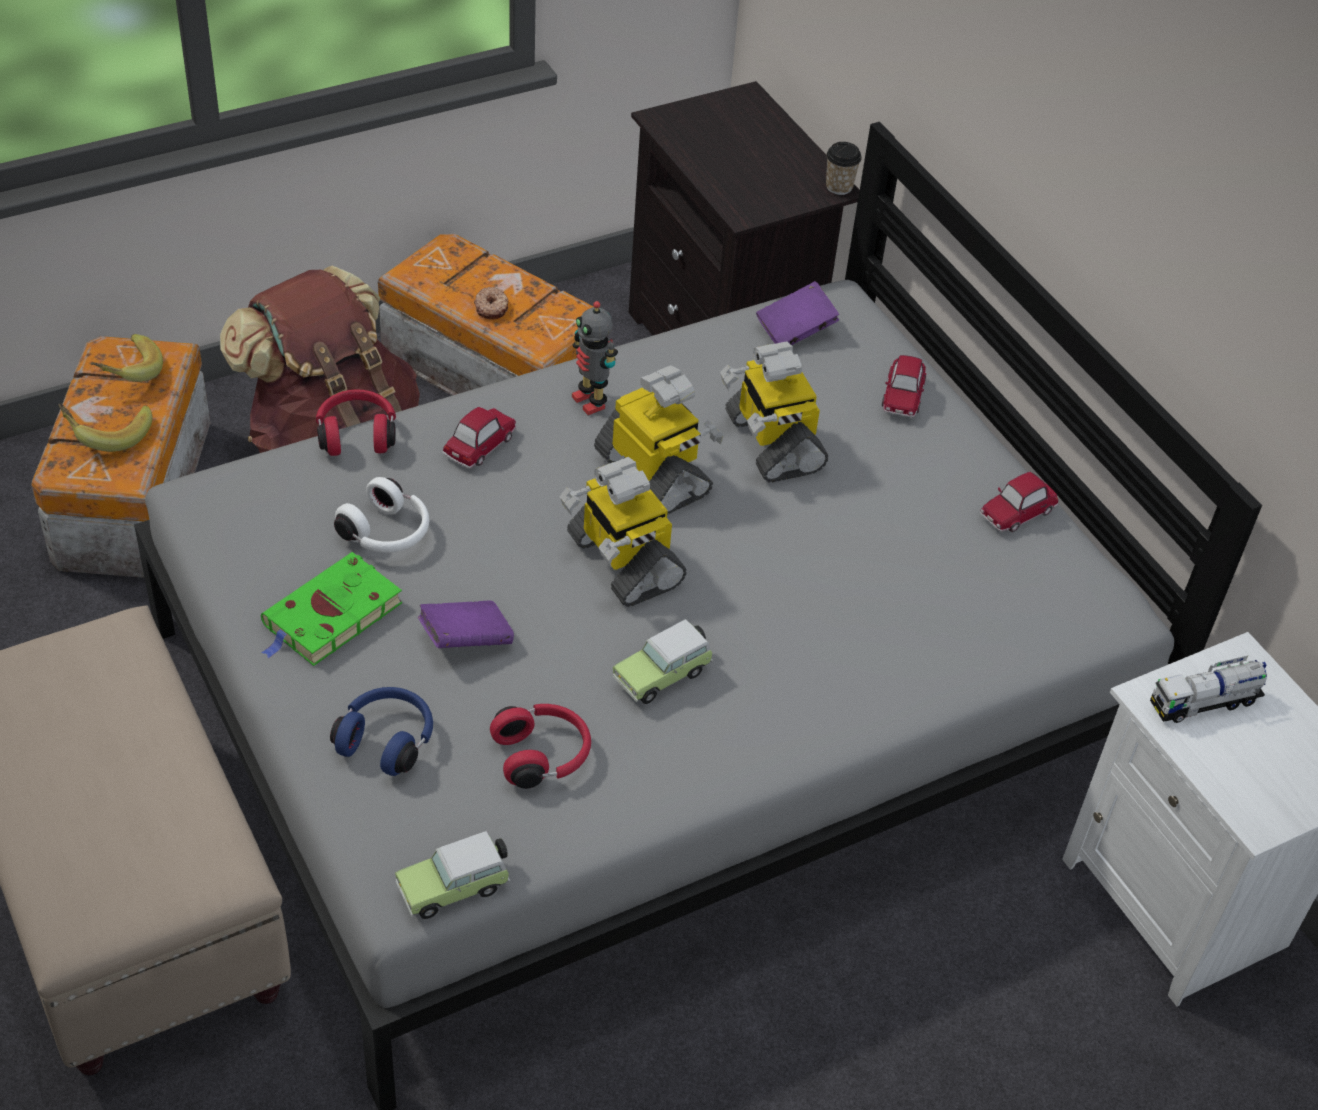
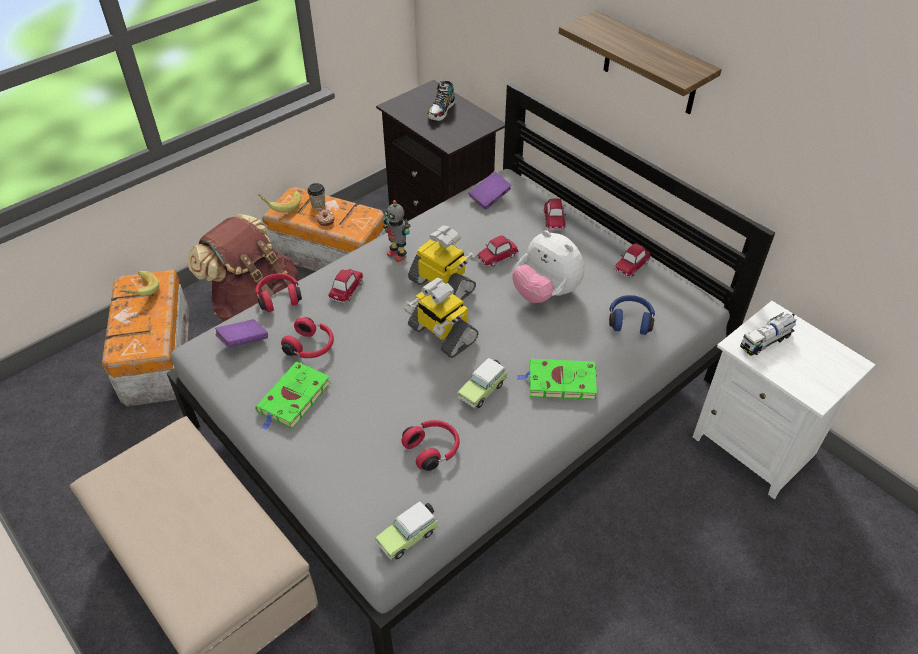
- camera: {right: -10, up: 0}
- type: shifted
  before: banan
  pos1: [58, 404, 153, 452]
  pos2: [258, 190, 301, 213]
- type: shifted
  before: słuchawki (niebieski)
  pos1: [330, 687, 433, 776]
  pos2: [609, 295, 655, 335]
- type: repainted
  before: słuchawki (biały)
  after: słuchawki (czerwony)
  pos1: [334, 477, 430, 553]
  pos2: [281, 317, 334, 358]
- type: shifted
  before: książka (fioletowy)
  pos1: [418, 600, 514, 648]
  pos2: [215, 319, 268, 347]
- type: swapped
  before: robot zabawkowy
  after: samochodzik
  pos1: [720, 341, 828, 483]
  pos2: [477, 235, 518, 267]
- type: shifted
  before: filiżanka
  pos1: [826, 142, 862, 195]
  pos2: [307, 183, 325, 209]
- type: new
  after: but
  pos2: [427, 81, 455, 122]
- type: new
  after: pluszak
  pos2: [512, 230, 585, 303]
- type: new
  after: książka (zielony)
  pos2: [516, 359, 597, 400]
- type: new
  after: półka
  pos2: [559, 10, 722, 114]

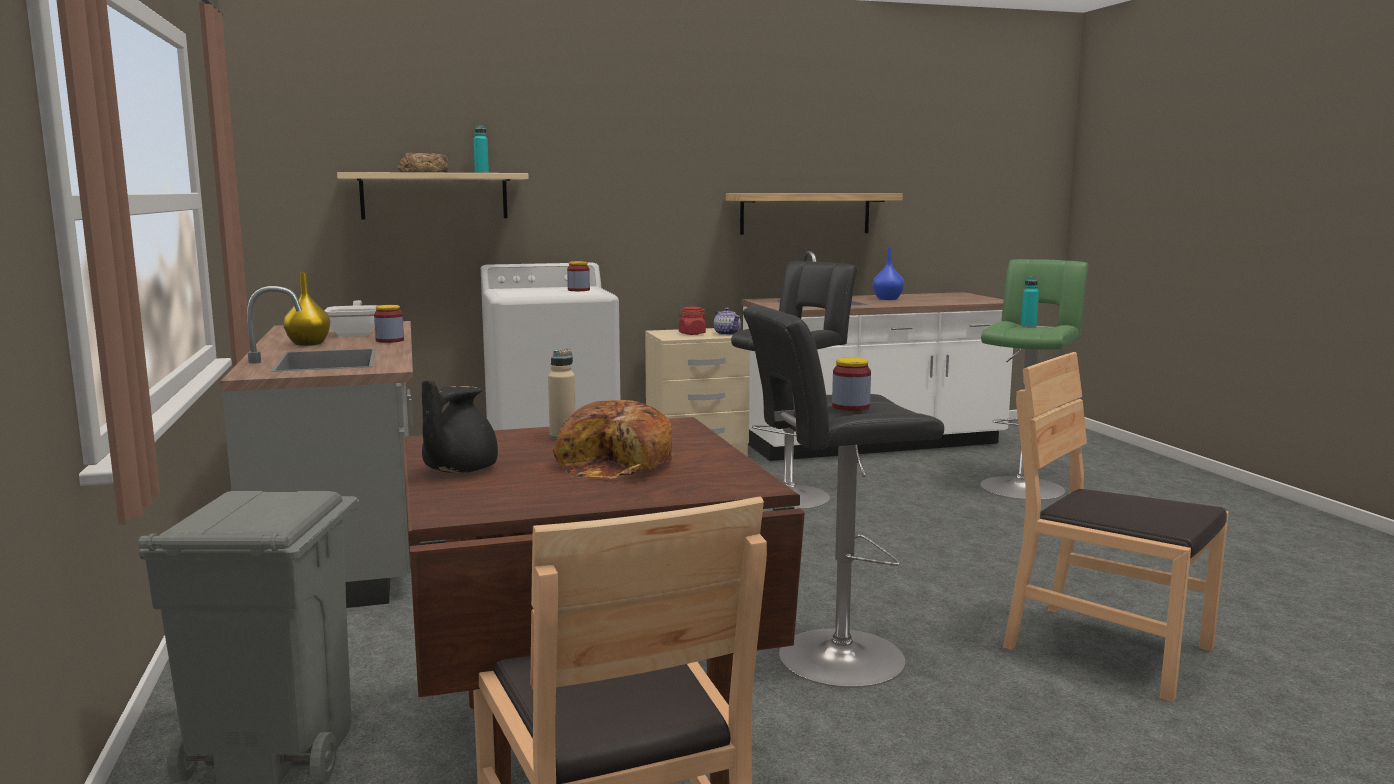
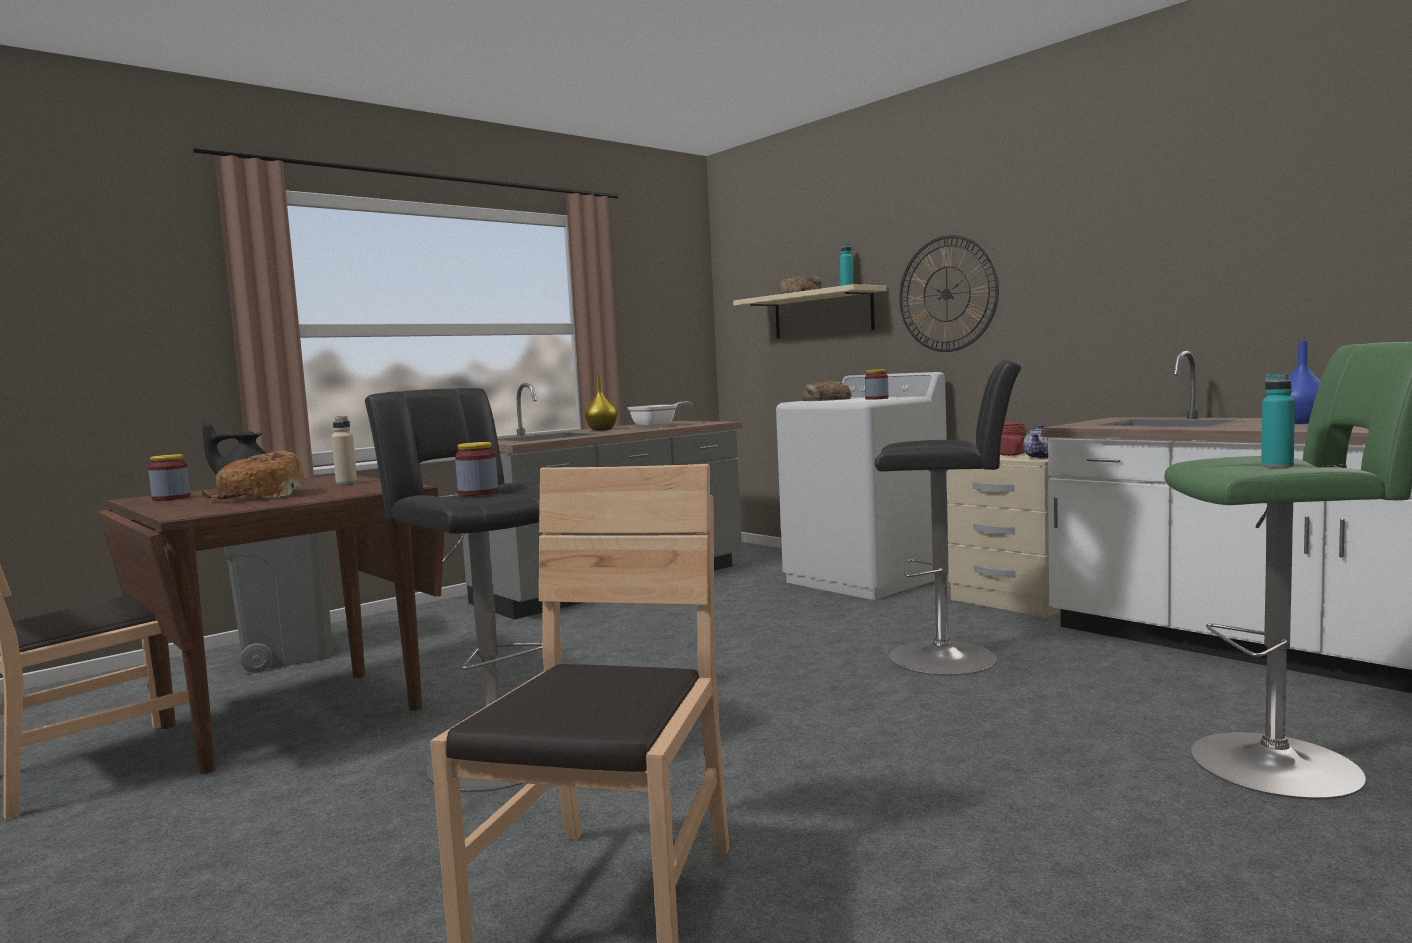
- camera: {right: 65, up: -5}
- type: shifted
  before: słoik
  pos1: [374, 305, 404, 343]
  pos2: [148, 454, 191, 501]
- type: gone
  before: półka
  pos1: [726, 193, 903, 235]
- type: new
  after: chleb
  pos2: [802, 381, 852, 401]
- type: new
  after: zegar ścienny
  pos2: [899, 235, 999, 352]

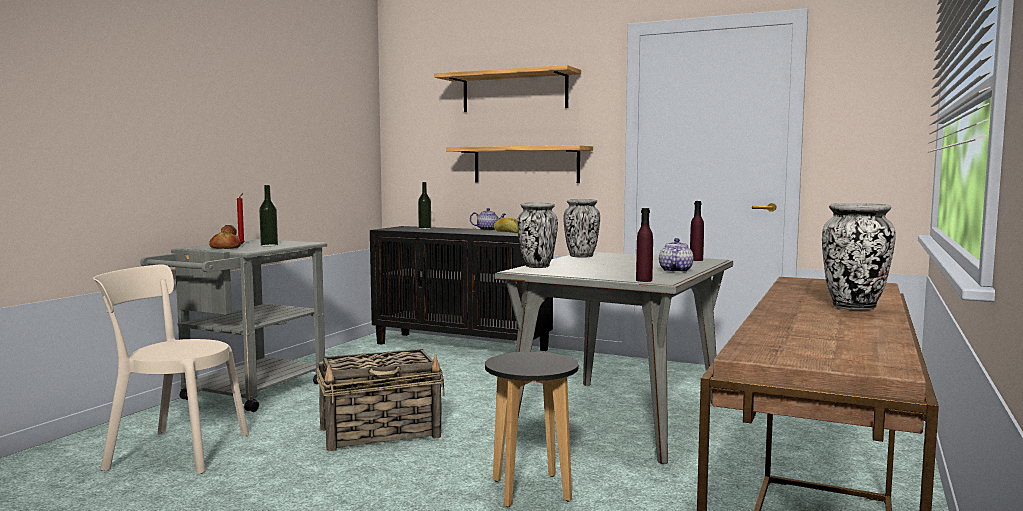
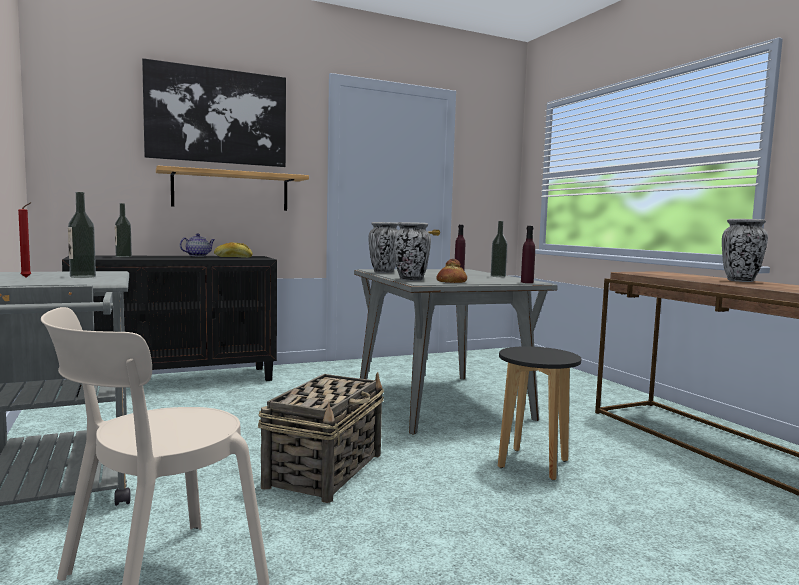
- camera: {right: -50, up: 0}
- type: shifted
  before: chleb
  pos1: [209, 225, 241, 249]
  pos2: [436, 259, 467, 283]
- type: swapped
  before: półka
  after: obraz
  pos1: [434, 65, 581, 112]
  pos2: [142, 58, 286, 167]
- type: swapped
  before: imbryk
  after: butelka
  pos1: [659, 238, 693, 273]
  pos2: [491, 221, 507, 277]

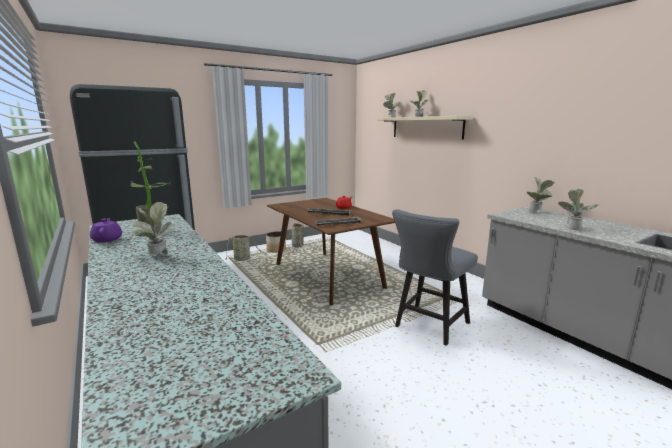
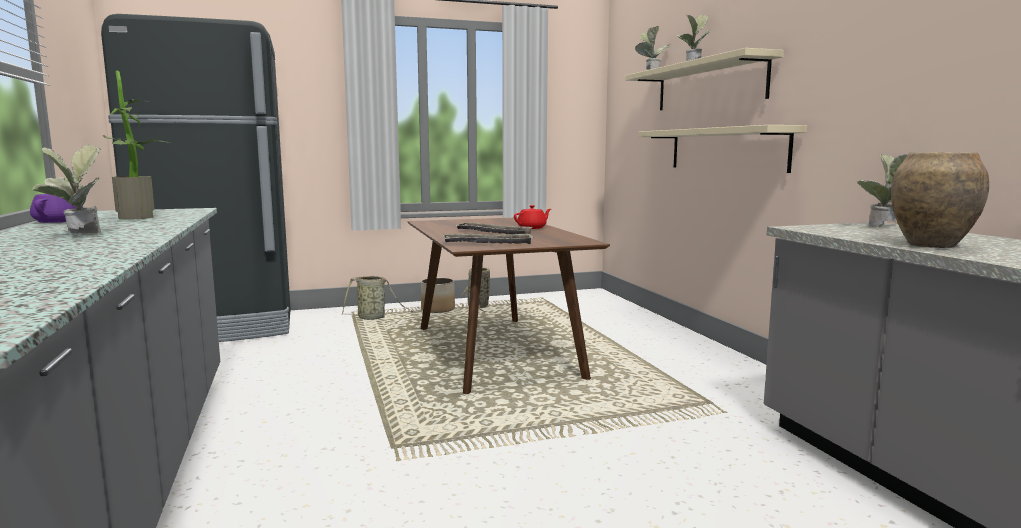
- camera: {right: 15, up: -5}
- type: gone
  before: krzesło (szary)
  pos1: [392, 209, 478, 346]
- type: swapped
  before: roślina doniczkowa
  after: wazon (brązowy)
  pos1: [558, 188, 599, 230]
  pos2: [891, 152, 989, 248]
- type: new
  after: półka (beżowy)
  pos2: [638, 125, 807, 173]

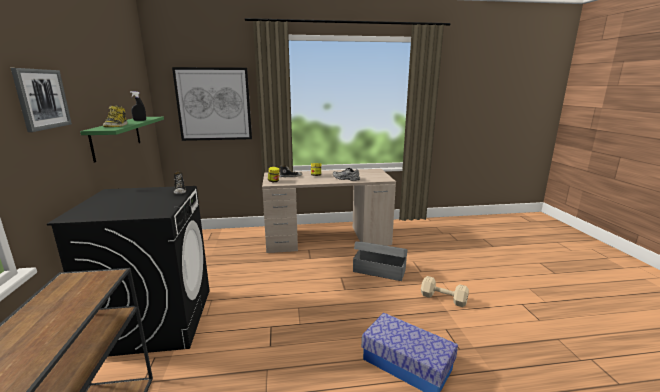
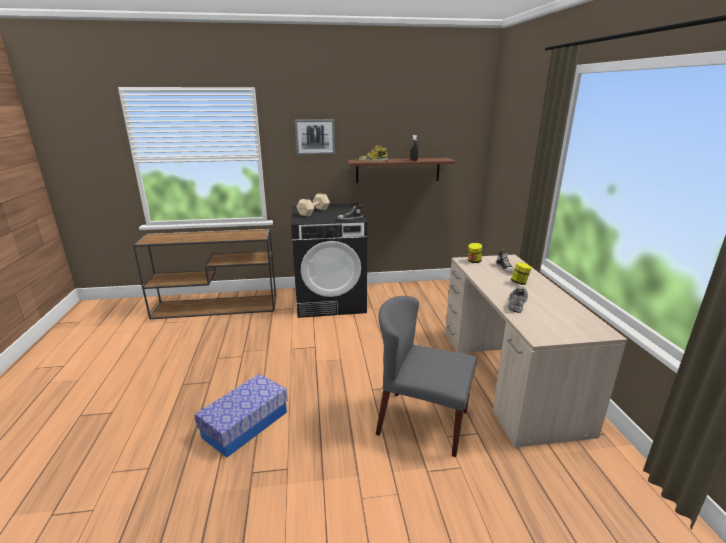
- camera: {right: 90, up: 5}
- type: repainted
  before: półka (zielony)
  after: półka (brązowy)
  pos1: [80, 117, 164, 162]
  pos2: [347, 158, 455, 183]
- type: gone
  before: obraz
  pos1: [172, 67, 252, 141]
- type: swapped
  before: pojemnik do przechowywania (szary)
  after: krzesło (szary)
  pos1: [353, 241, 408, 281]
  pos2: [376, 296, 477, 457]
- type: shifted
  before: hantel (beżowy)
  pos1: [421, 276, 469, 307]
  pos2: [296, 194, 330, 217]

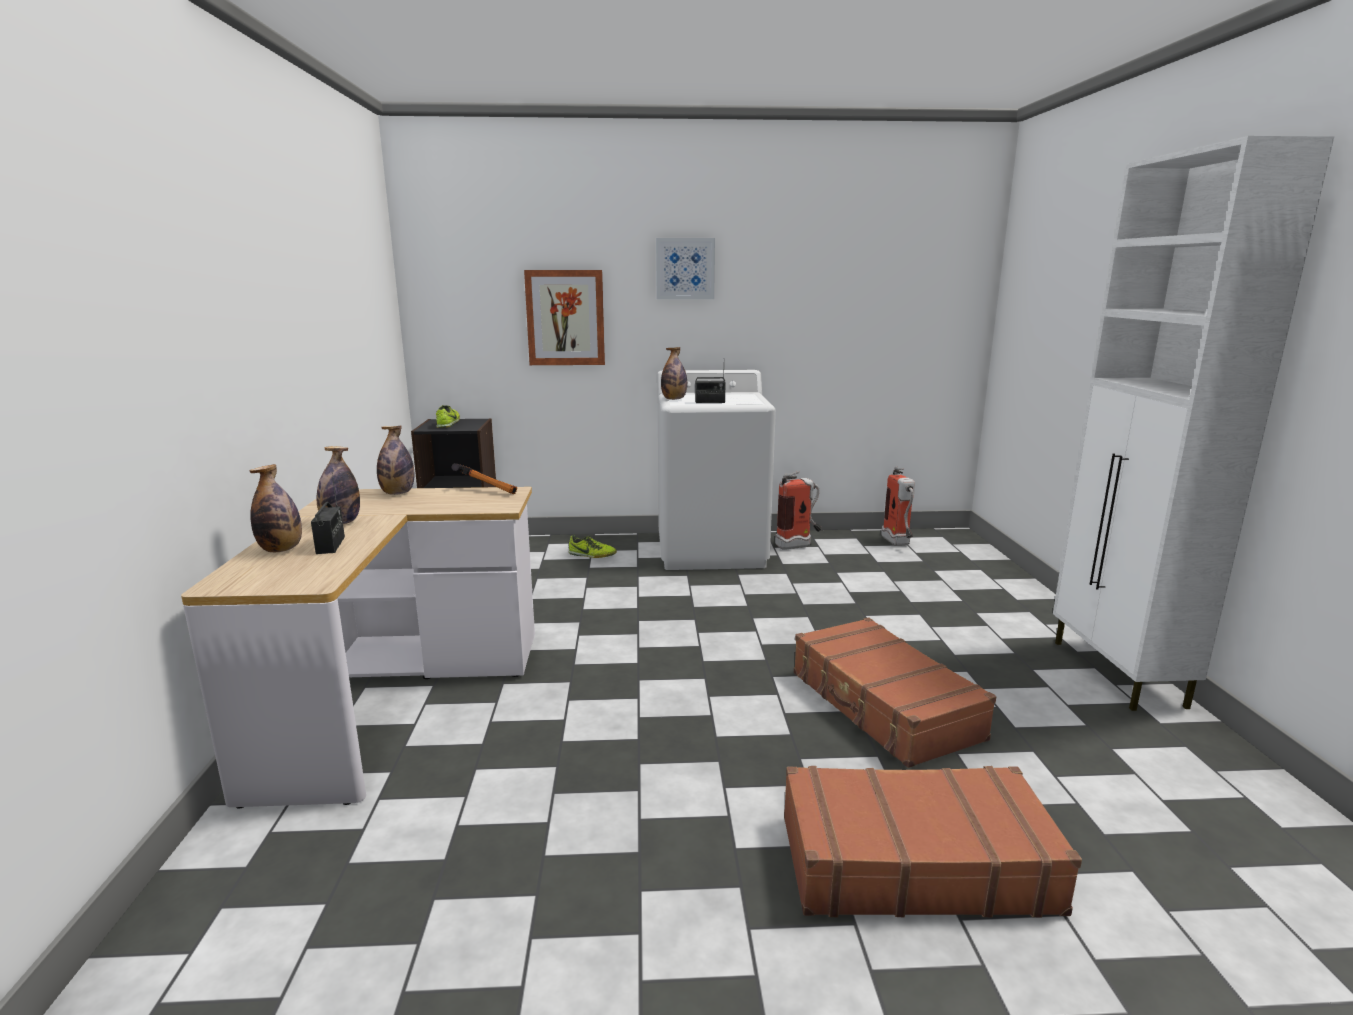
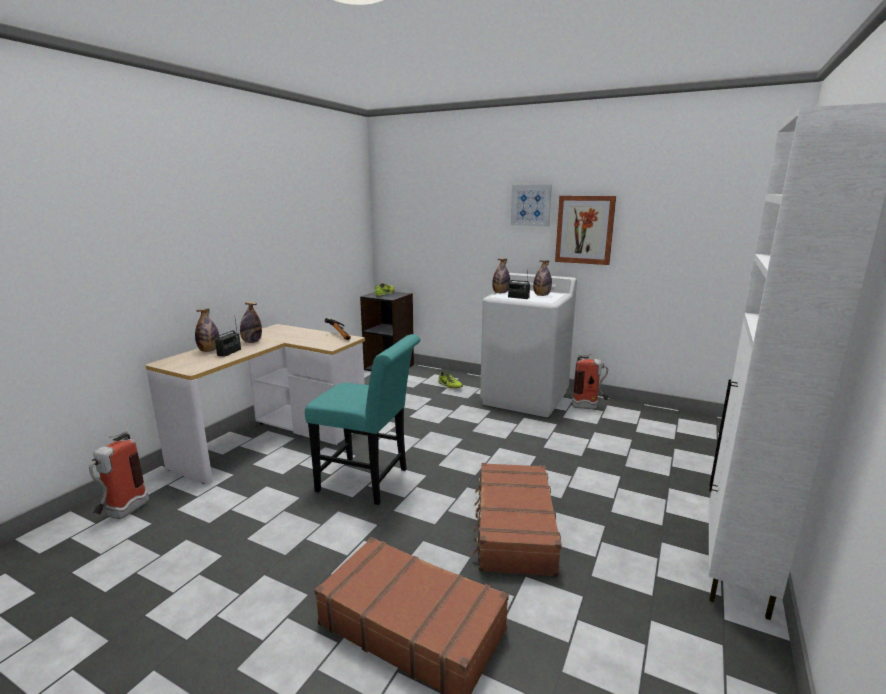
- camera: {right: 30, up: 0}
- type: shifted
  before: butelka
  pos1: [377, 426, 414, 495]
  pos2: [533, 260, 552, 296]
- type: shifted
  before: obraz
  pos1: [524, 270, 605, 365]
  pos2: [555, 196, 616, 265]
- type: shifted
  before: gaśnica
  pos1: [881, 466, 915, 546]
  pos2: [89, 431, 149, 519]
- type: new
  after: krzesło (turkusowy)
  pos2: [305, 334, 421, 505]

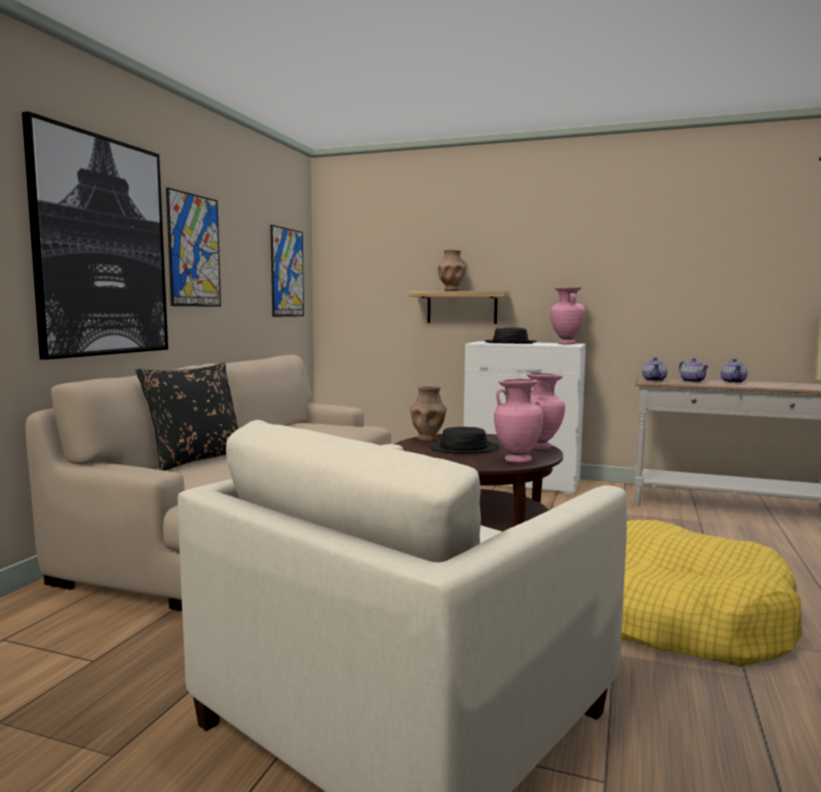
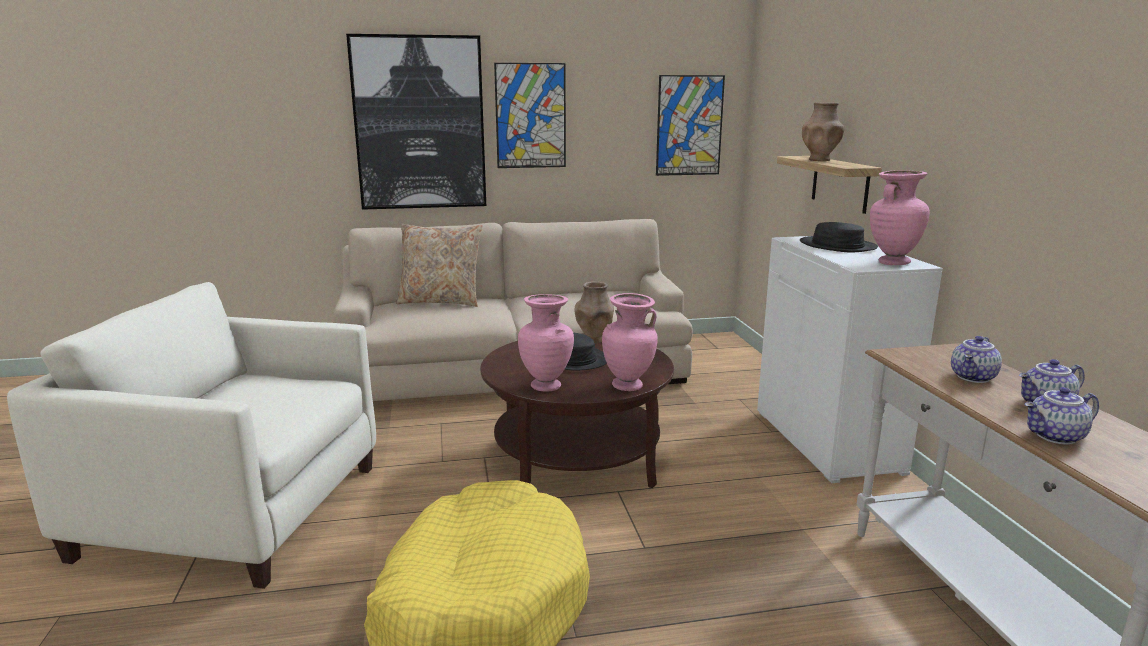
- camera: {right: 60, up: 10}
- type: repainted
  before: poduszka (czarny)
  after: poduszka (beżowy)
  pos1: [135, 362, 239, 471]
  pos2: [396, 224, 482, 307]
- type: shifted
  before: imbryk
  pos1: [642, 357, 667, 382]
  pos2: [1024, 387, 1099, 445]

